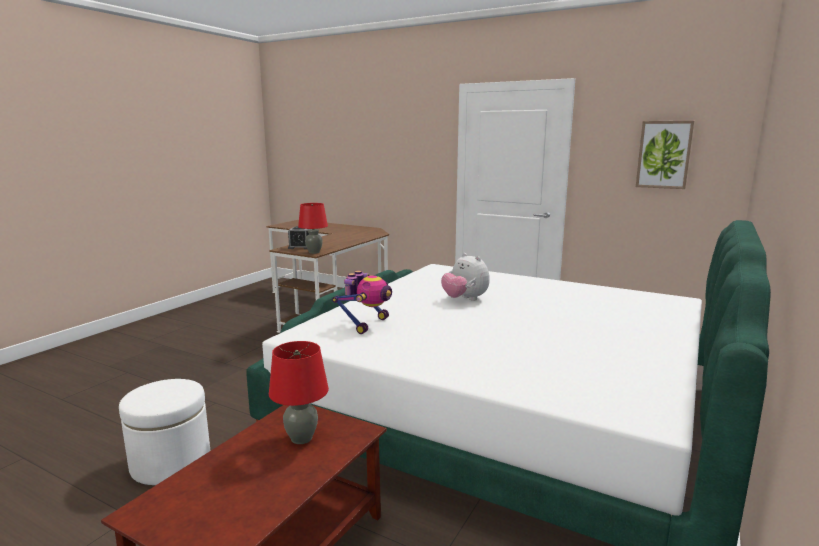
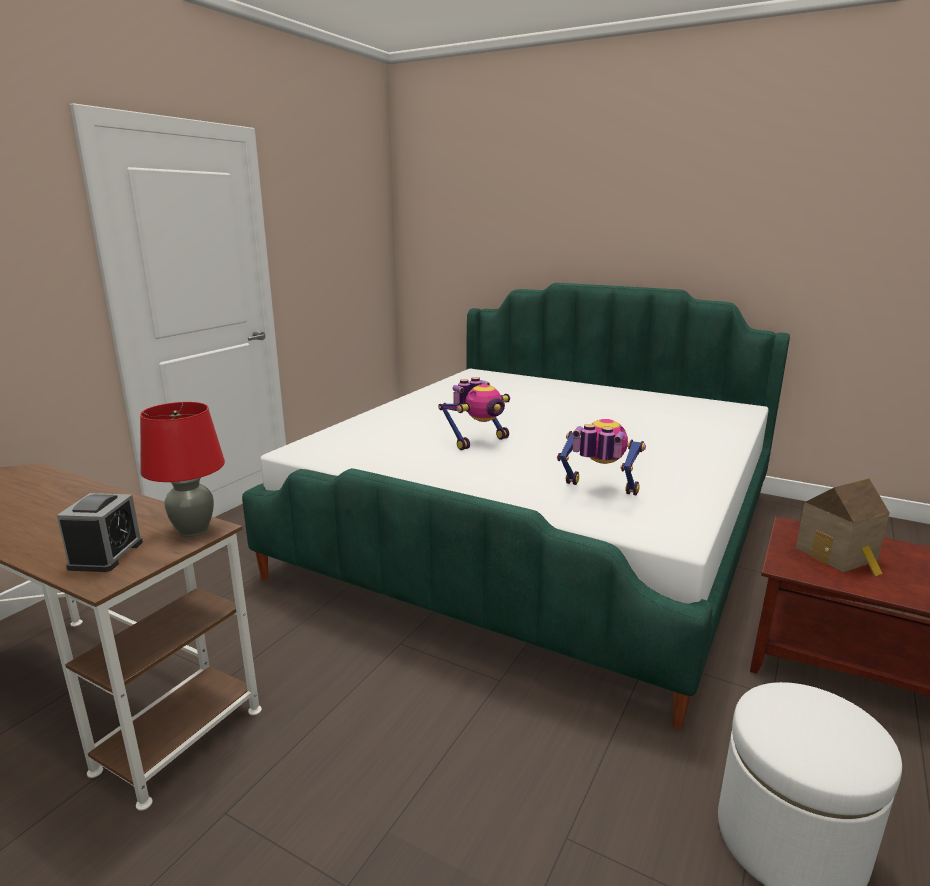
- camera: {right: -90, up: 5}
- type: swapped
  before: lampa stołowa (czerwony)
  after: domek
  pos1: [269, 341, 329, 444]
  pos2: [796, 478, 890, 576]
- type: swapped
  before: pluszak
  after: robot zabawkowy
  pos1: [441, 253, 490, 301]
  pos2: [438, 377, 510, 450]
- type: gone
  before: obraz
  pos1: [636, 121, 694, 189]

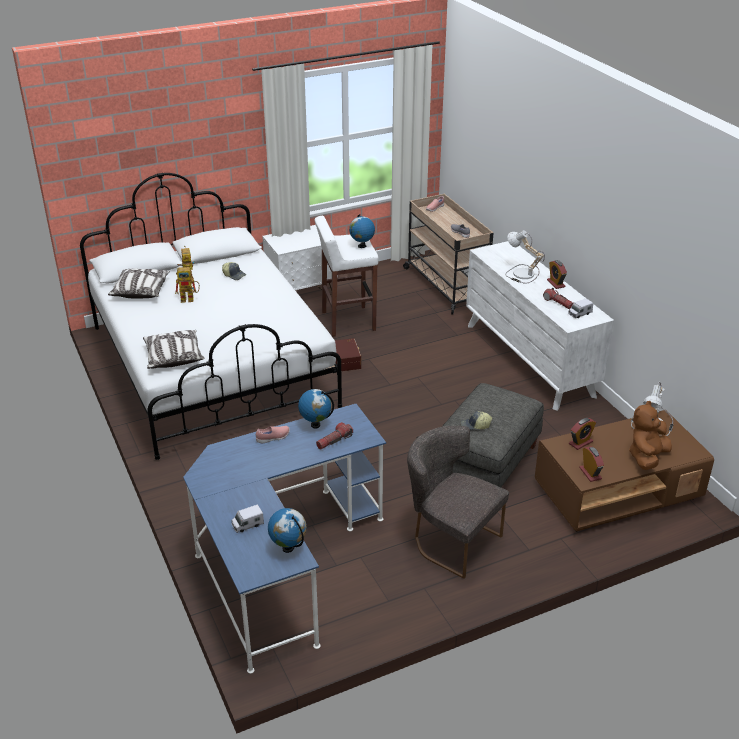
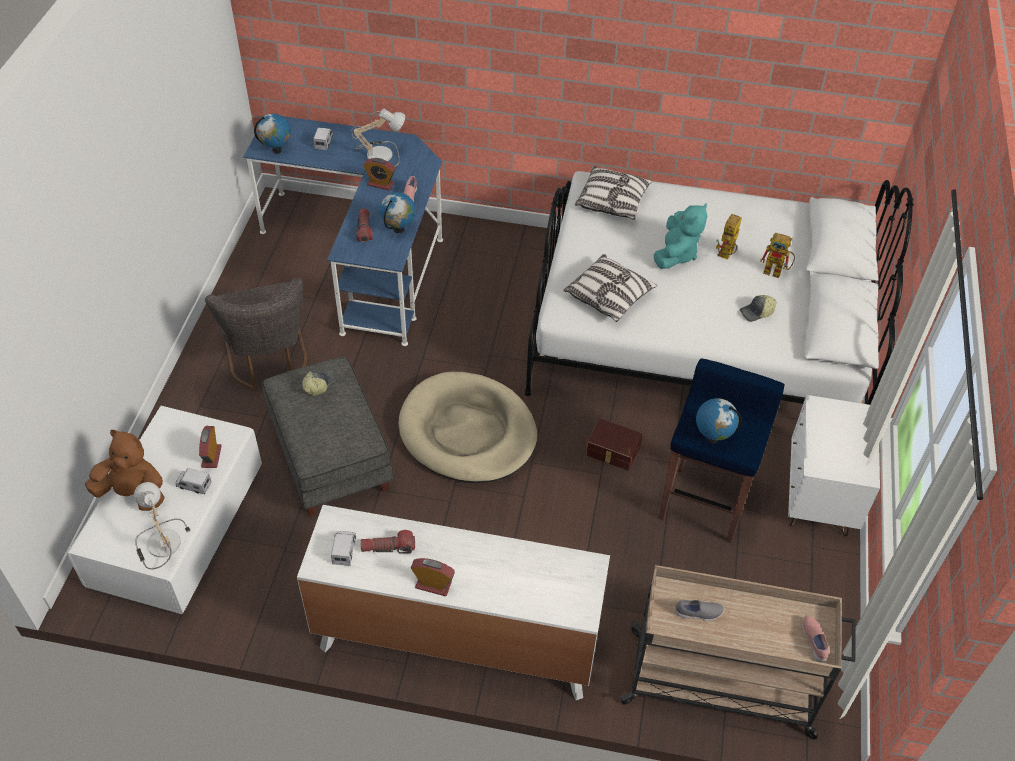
- camera: {right: 125, up: 15}
- type: shifted
  before: poduszka
  pos1: [108, 269, 170, 298]
  pos2: [563, 254, 657, 322]
- type: repainted
  before: stołek (biały)
  after: stołek (niebieski)
  pos1: [315, 216, 379, 337]
  pos2: [659, 358, 785, 543]
- type: rotated
  before: krzesło (szary)
  pos1: [407, 426, 509, 579]
  pos2: [205, 278, 307, 390]
  turn: 90
- type: shifted
  before: lampa stołowa
  pos1: [505, 230, 545, 284]
  pos2: [351, 109, 405, 167]
- type: repainted
  before: ława (brązowy)
  after: ława (biały)
  pos1: [535, 410, 714, 532]
  pos2: [67, 406, 262, 614]
- type: shifted
  before: budzik
  pos1: [579, 446, 604, 482]
  pos2: [363, 158, 395, 190]
- type: rotated
  before: pluszak (brązowy)
  pos1: [629, 401, 672, 470]
  pos2: [85, 430, 164, 511]
  turn: -60
- type: new
  after: ciężarówka zabawkowa
  pos2: [175, 468, 212, 495]
- type: new
  after: legowisko (beżowy)
  pos2: [399, 372, 537, 483]
- type: new
  after: pluszak (turkusowy)
  pos2: [654, 203, 707, 269]

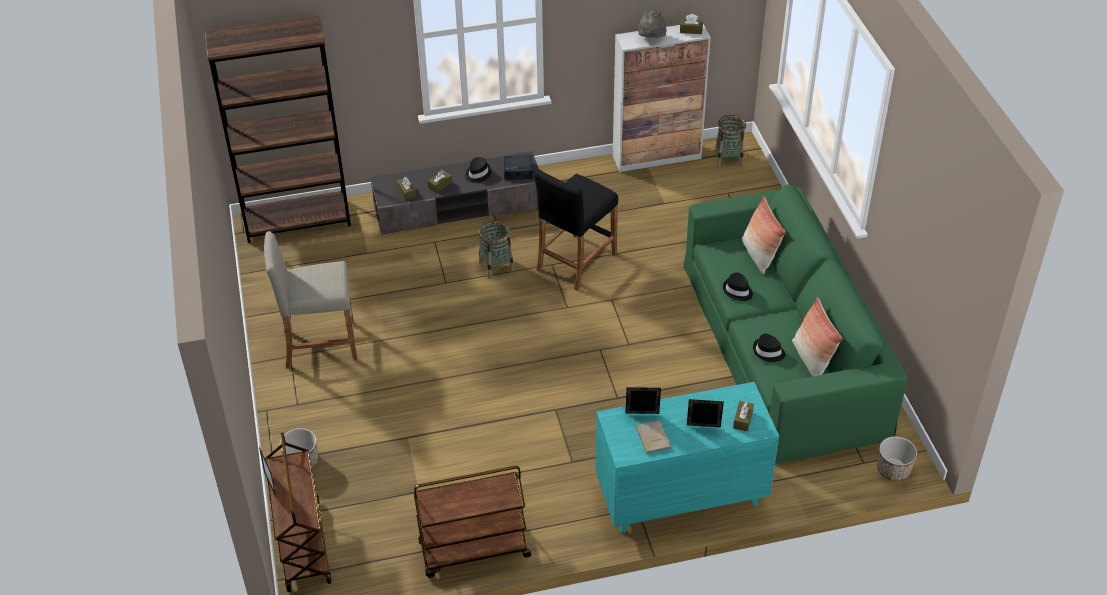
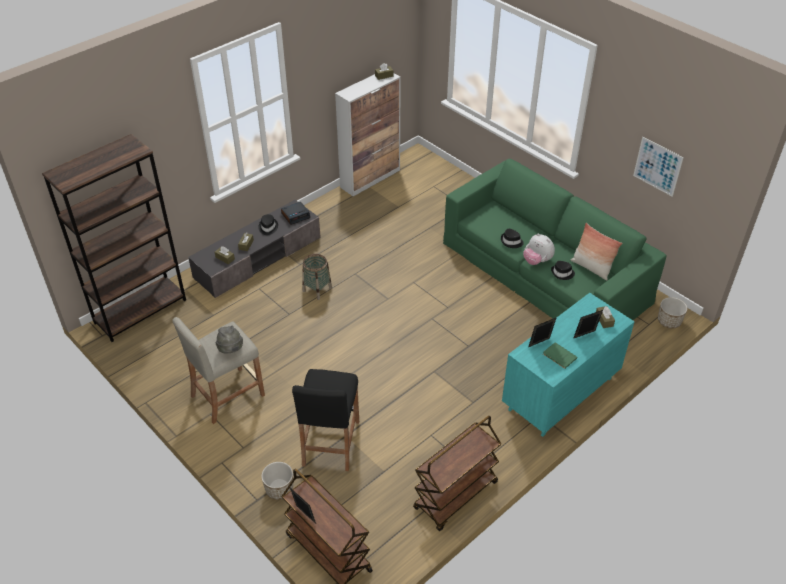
- camera: {right: -30, up: 0}
- type: shifted
  before: stołek (czarny)
  pos1: [534, 169, 618, 291]
  pos2: [292, 369, 359, 471]
- type: repainted
  before: książka (beżowy)
  after: książka (zielony)
  pos1: [635, 420, 671, 454]
  pos2: [543, 342, 577, 369]
- type: shifted
  before: kapelusz (szary)
  pos1: [638, 10, 666, 38]
  pos2: [216, 325, 243, 353]
- type: gone
  before: koszyk
  pos1: [715, 115, 746, 167]
- type: gone
  before: poduszka
  pos1: [742, 196, 786, 275]
- type: new
  after: pluszak
  pos2: [523, 234, 555, 265]
- type: new
  after: obraz
  pos2: [633, 137, 684, 197]

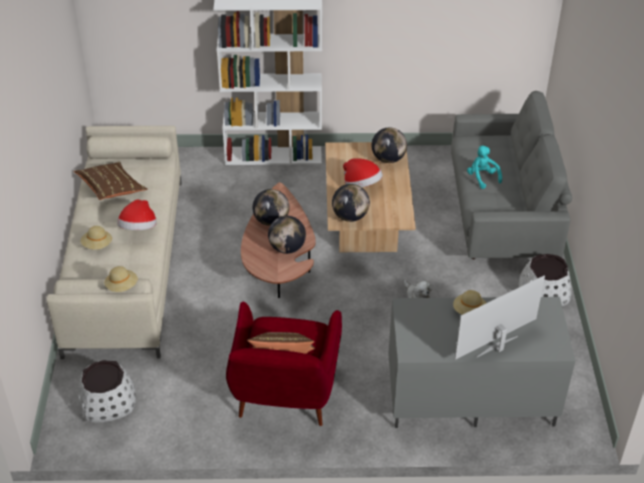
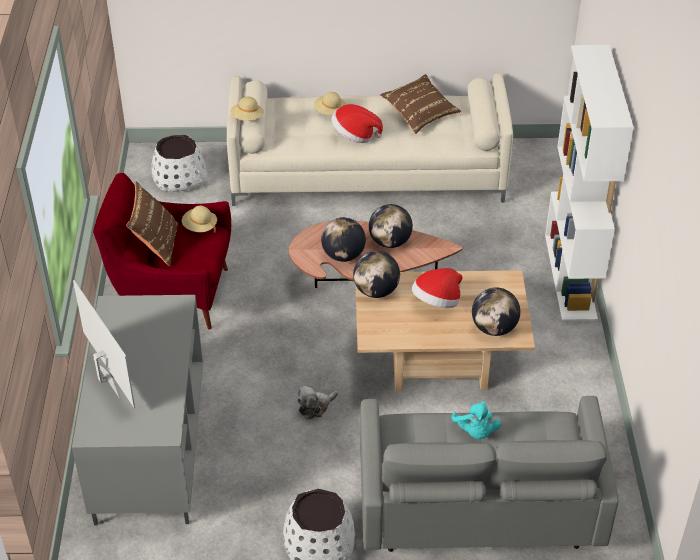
- camera: {right: 90, up: 0}
- type: shifted
  before: kapelusz (beżowy)
  pos1: [453, 290, 486, 315]
  pos2: [182, 206, 217, 233]
- type: rotated
  before: pluszak (turkusowy)
  pos1: [467, 146, 502, 189]
  pos2: [451, 401, 501, 439]
  turn: 105

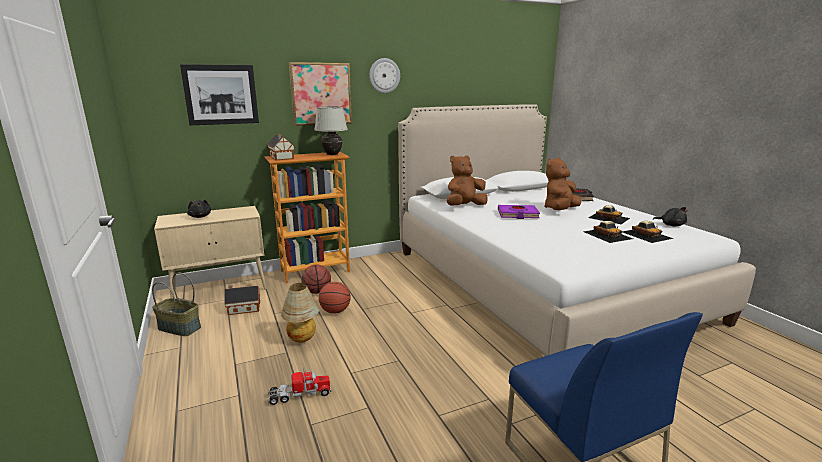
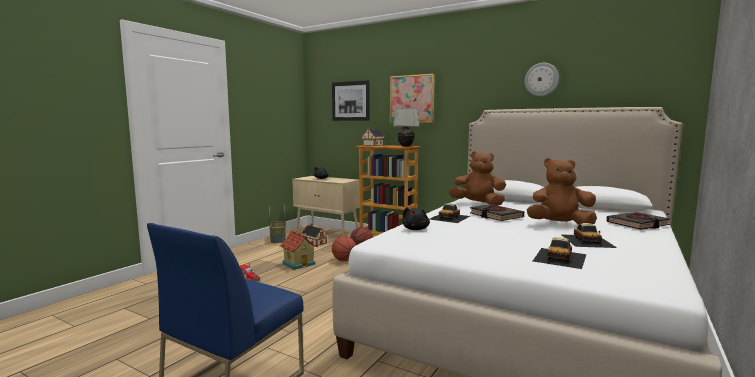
- camera: {right: 55, up: -10}
- type: swapped
  before: lampa stołowa
  after: domek
  pos1: [281, 283, 319, 343]
  pos2: [279, 231, 318, 270]
- type: shifted
  before: zegar ścienny
  pos1: [369, 58, 400, 93]
  pos2: [524, 63, 559, 96]
- type: repainted
  before: książka (fioletowy)
  after: książka (czarny)
  pos1: [498, 205, 540, 219]
  pos2: [470, 205, 524, 221]
- type: shifted
  before: samochodzik
  pos1: [583, 221, 633, 243]
  pos2: [430, 203, 470, 223]
- type: shifted
  before: pluszak (czarny)
  pos1: [653, 207, 688, 226]
  pos2: [402, 207, 430, 230]

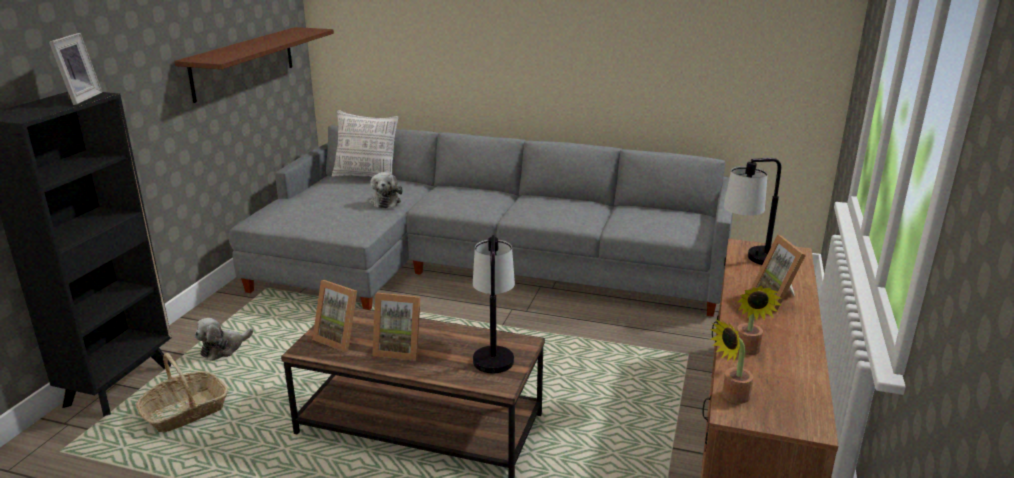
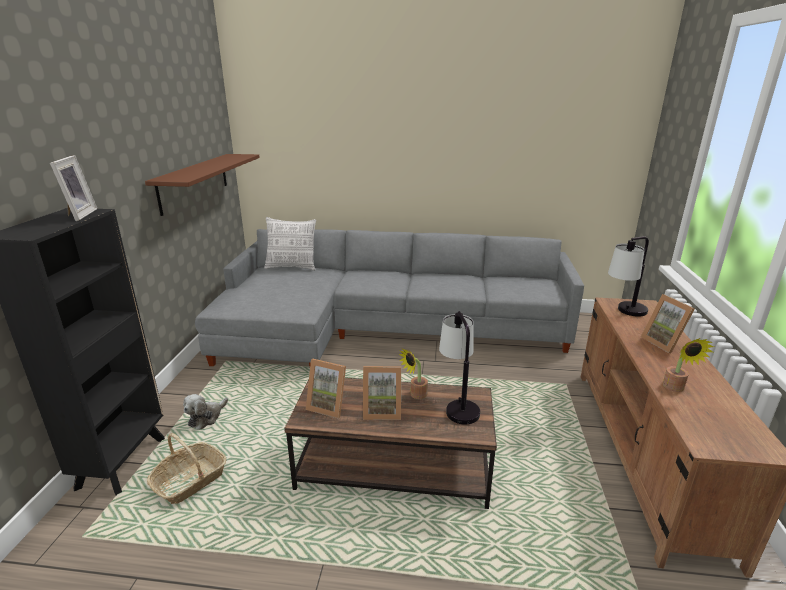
- camera: {right: -10, up: 0}
- type: gone
  before: pluszak
  pos1: [369, 172, 403, 208]
- type: shifted
  before: roślina doniczkowa
  pos1: [710, 319, 753, 404]
  pos2: [399, 348, 428, 399]

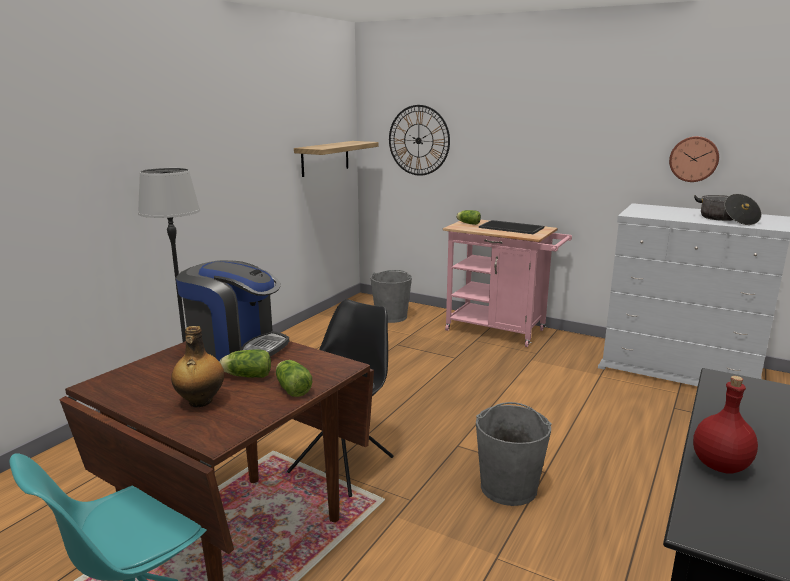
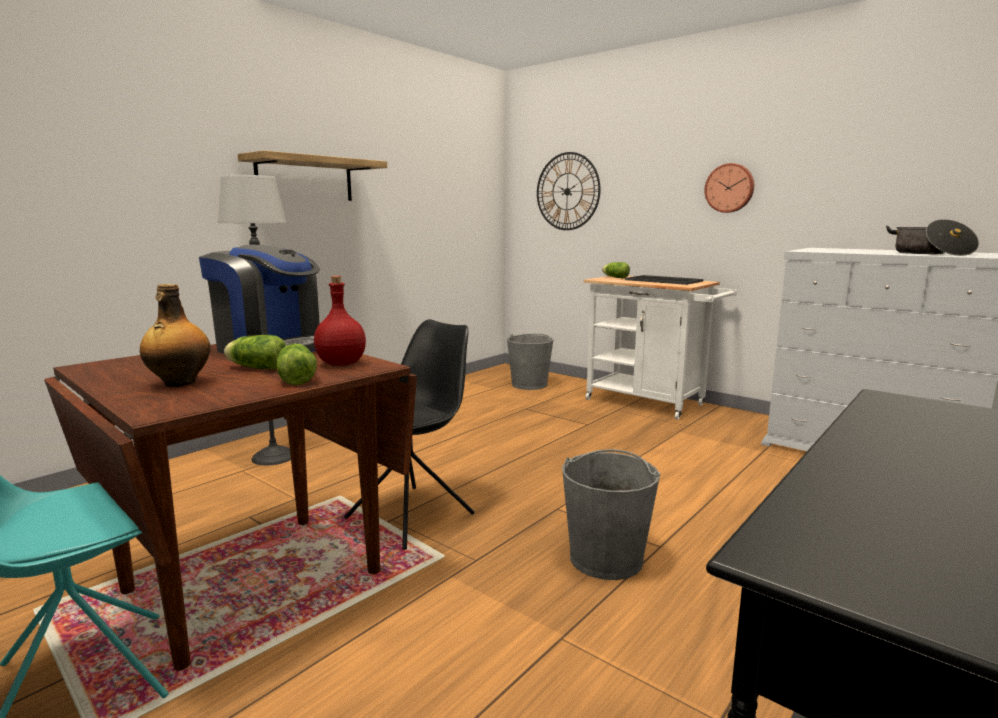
- camera: {right: 10, up: -5}
- type: shifted
  before: półka
  pos1: [294, 141, 379, 177]
  pos2: [238, 150, 387, 201]
- type: repainted
  before: wózek (różowy)
  after: wózek (biały)
  pos1: [443, 220, 572, 347]
  pos2: [584, 276, 737, 420]
- type: shifted
  before: zegar ścienny
  pos1: [669, 136, 719, 182]
  pos2: [705, 163, 754, 213]
- type: shifted
  before: butelka (czerwony)
  pos1: [693, 376, 758, 474]
  pos2: [314, 276, 366, 366]

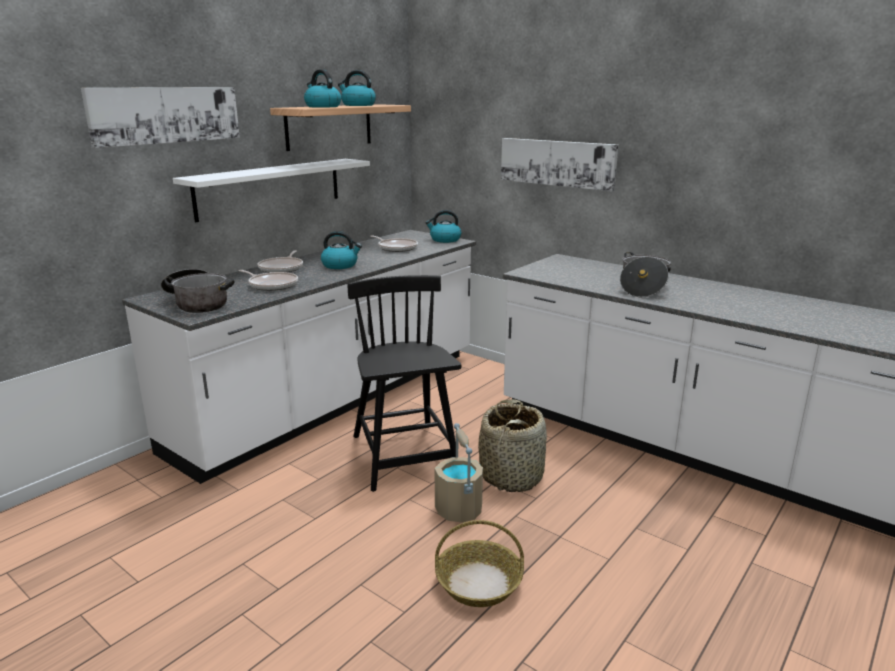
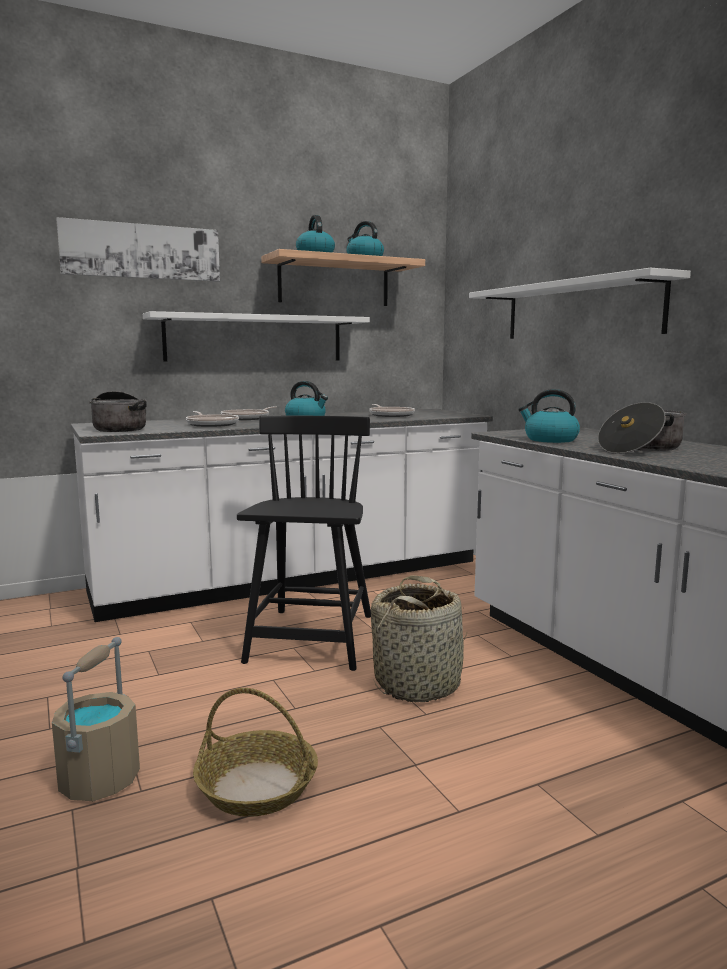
- camera: {right: 25, up: -10}
- type: shifted
  before: czajnik
  pos1: [425, 210, 461, 243]
  pos2: [518, 389, 580, 443]
- type: shifted
  before: wiadro (beżowy)
  pos1: [435, 423, 483, 522]
  pos2: [52, 637, 140, 802]
- type: swapped
  before: obraz
  after: półka (biały)
  pos1: [501, 138, 618, 191]
  pos2: [469, 268, 691, 339]

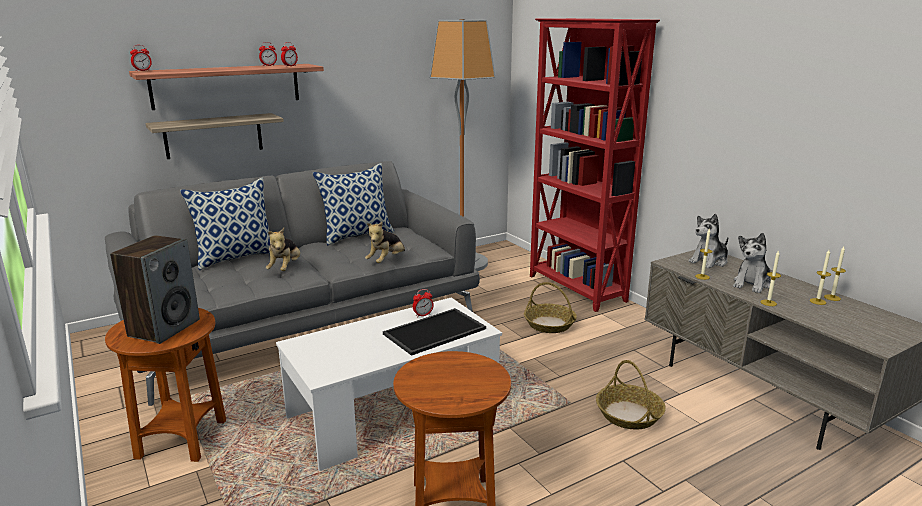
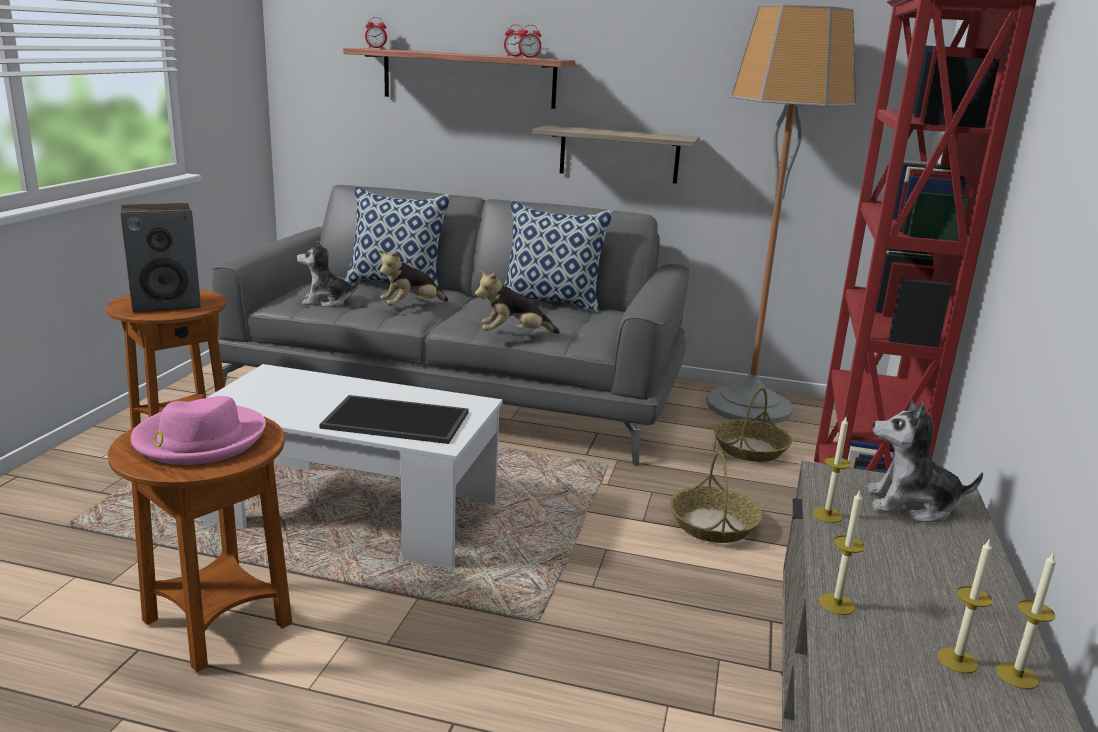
- camera: {right: 45, up: 0}
- type: shifted
  before: półka
  pos1: [145, 113, 284, 159]
  pos2: [532, 125, 700, 184]
- type: gone
  before: budzik
  pos1: [413, 289, 434, 317]
- type: shifted
  before: koszyk
  pos1: [596, 360, 666, 429]
  pos2: [714, 387, 792, 462]
- type: shifted
  before: pluszak
  pos1: [733, 233, 771, 293]
  pos2: [297, 240, 360, 307]
- type: new
  after: kapelusz (różowy)
  pos2: [131, 396, 266, 465]

